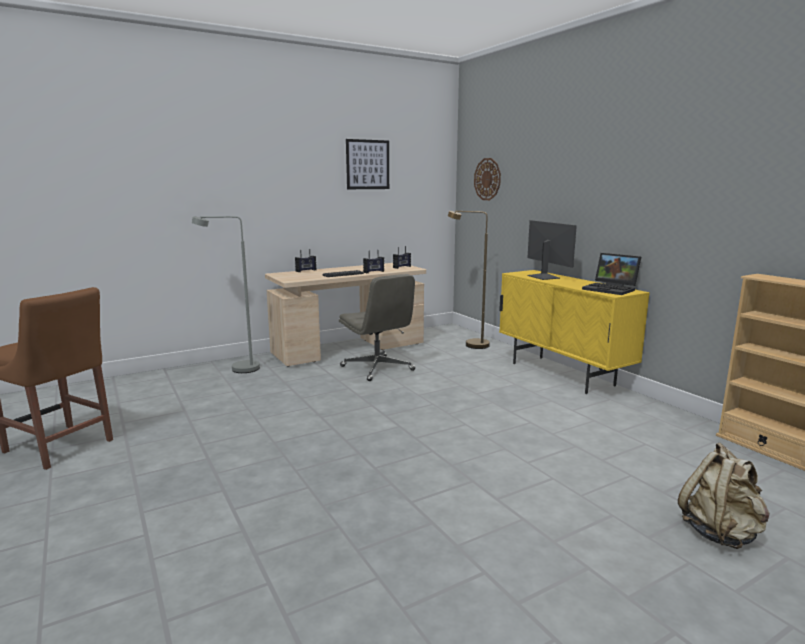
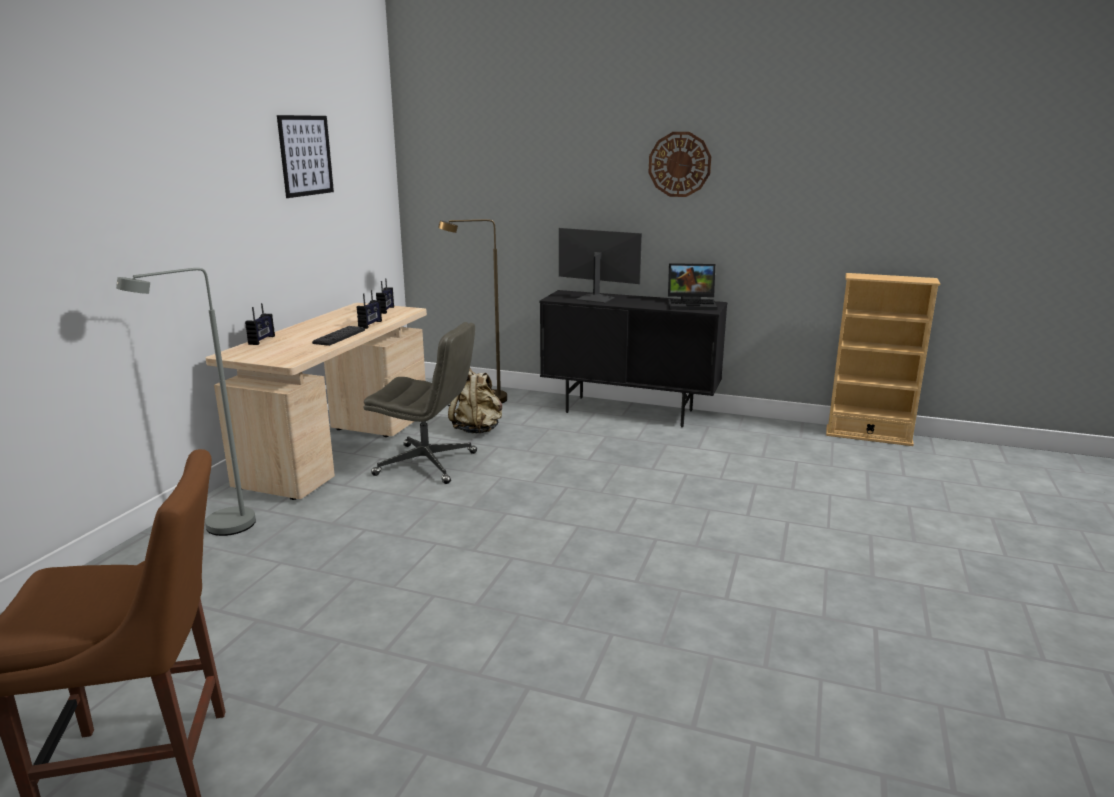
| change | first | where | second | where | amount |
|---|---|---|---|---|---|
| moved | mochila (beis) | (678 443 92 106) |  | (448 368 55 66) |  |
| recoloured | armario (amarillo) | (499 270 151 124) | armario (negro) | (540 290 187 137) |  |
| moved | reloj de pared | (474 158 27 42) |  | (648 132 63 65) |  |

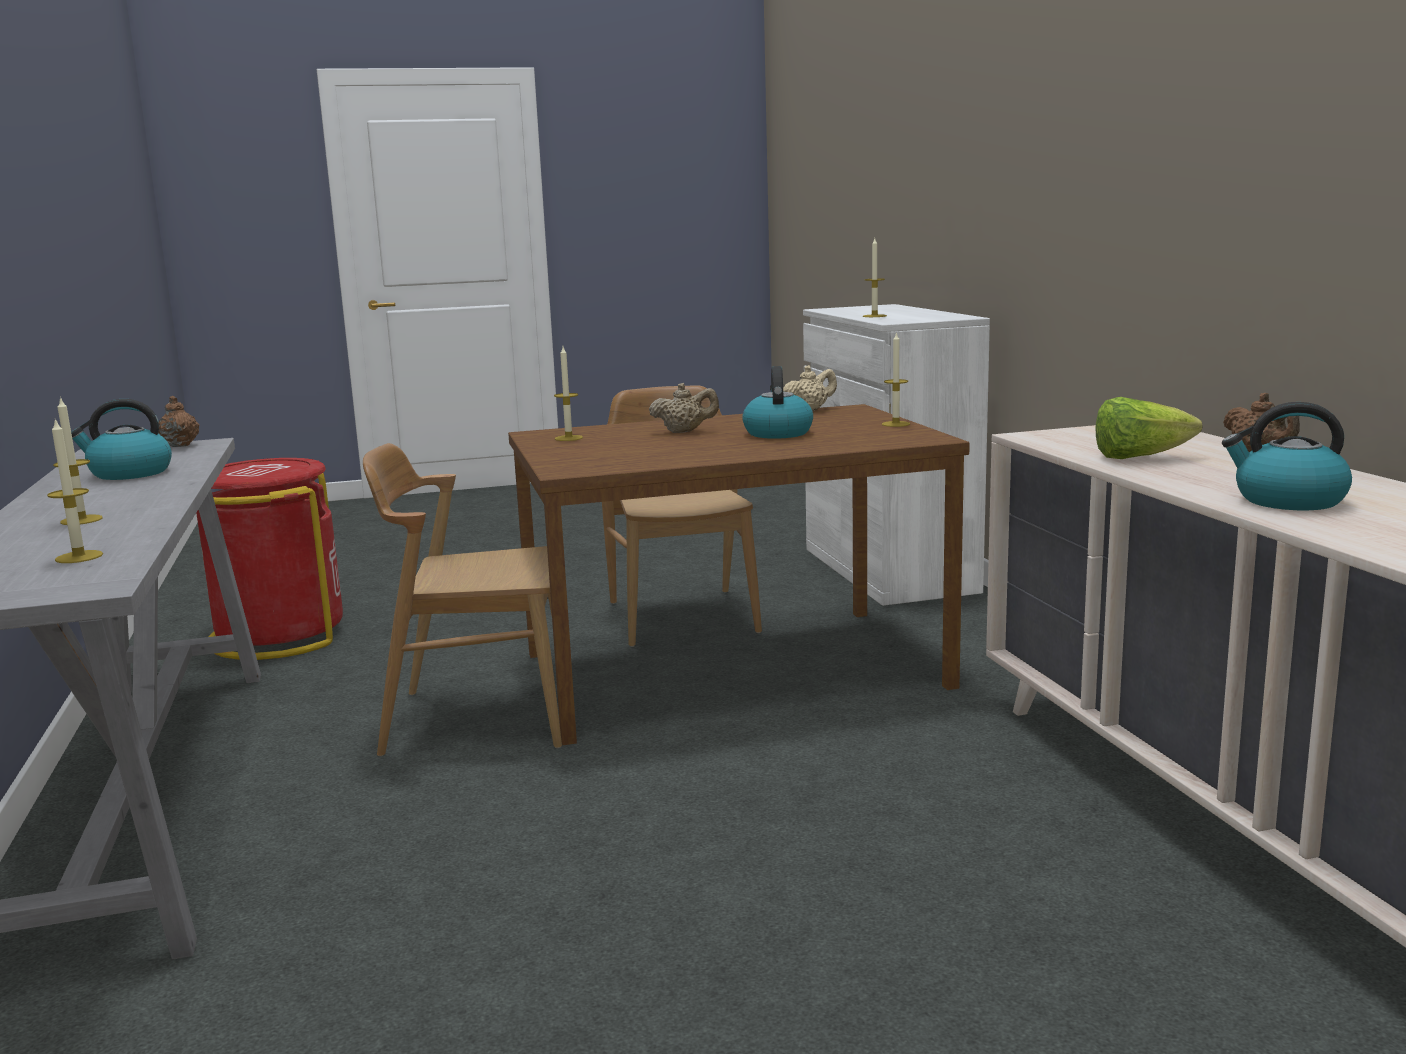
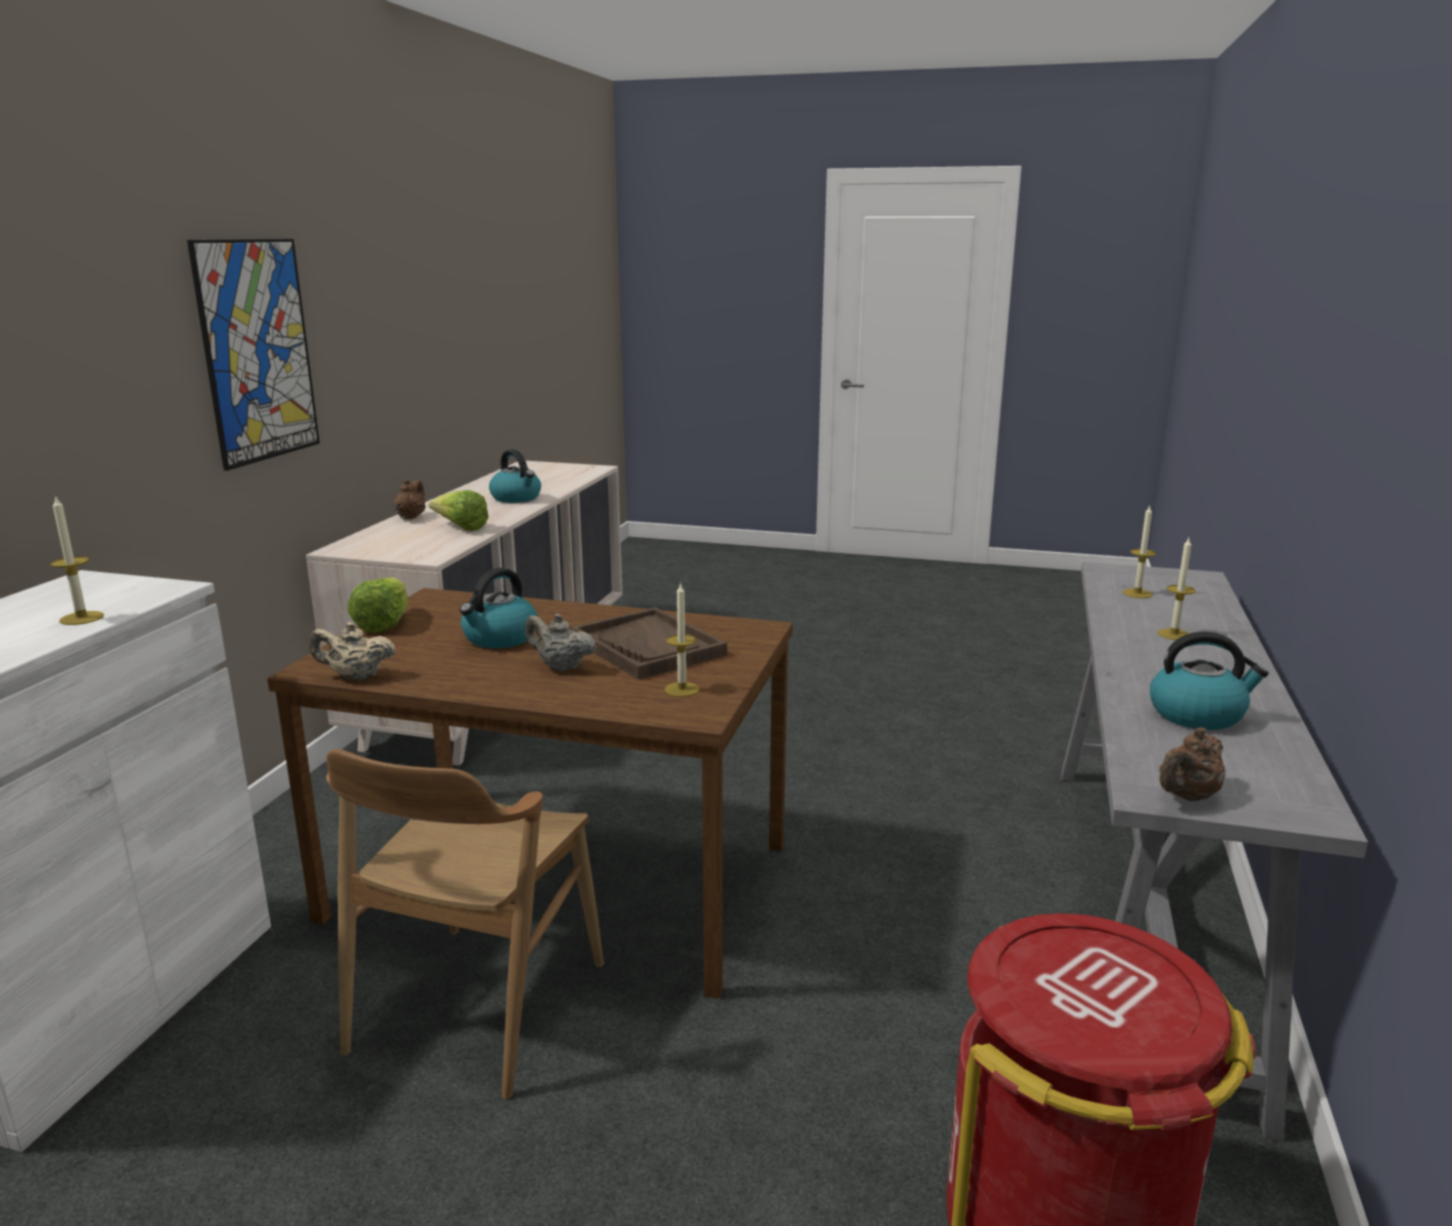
| change | first | where | second | where | amount |
|---|---|---|---|---|---|
| added |  |  | cuadro | (187 239 133 232) |  |
| replaced | vela | (882 332 28 95) | lechuga | (347 577 61 56) |  |
| added |  |  | bandeja (marrón) | (570 607 157 72) |  |
| turned | tetera (marrón) | (158 396 41 51) |  | (1159 727 66 74) | 45 degrees clockwise |
| removed | silla (marrón) | (363 443 199 313) |  |  |  |

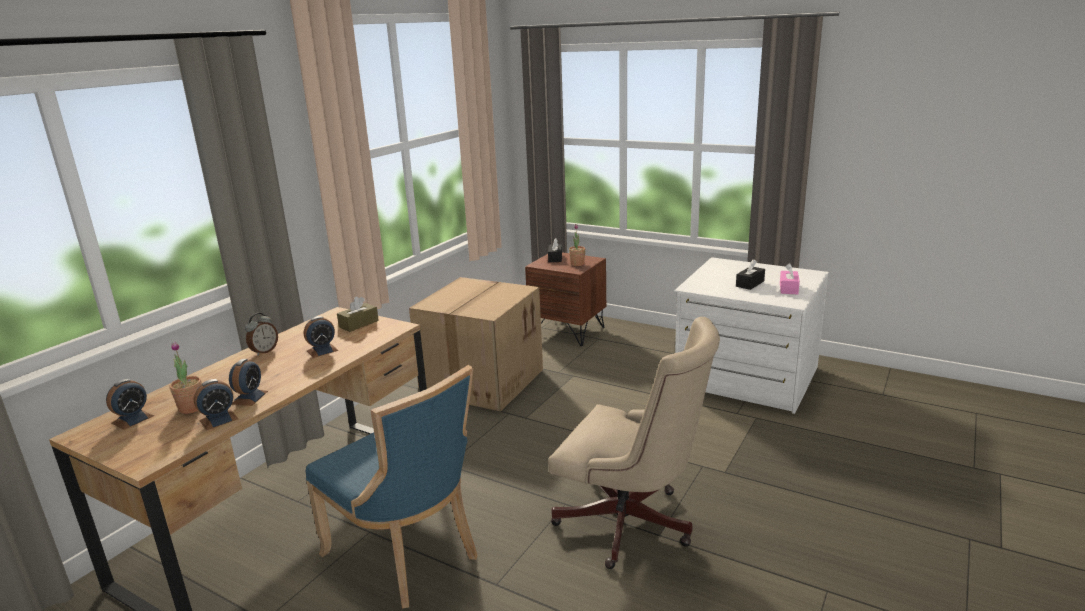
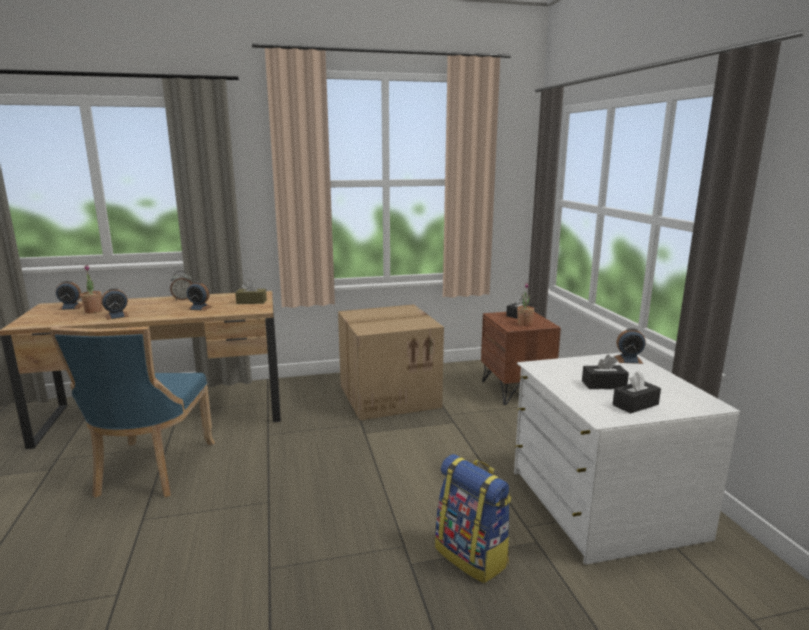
| change | first | where | second | where | amount |
|---|---|---|---|---|---|
| added |  |  | mochila | (435 454 77 129) |  |
| recoloured | caja de pañuelos (rosa) | (780 263 20 32) | caja de pañuelos (negro) | (613 371 48 43) |  |
| moved | despertador | (194 379 44 51) |  | (615 328 31 36) |  |
| removed | silla de oficina (beis) | (548 317 172 252) |  |  |  |

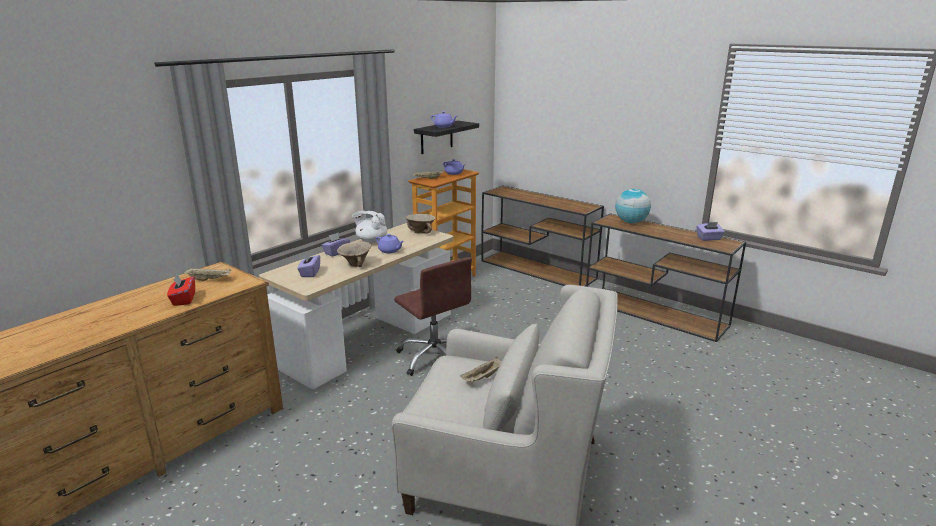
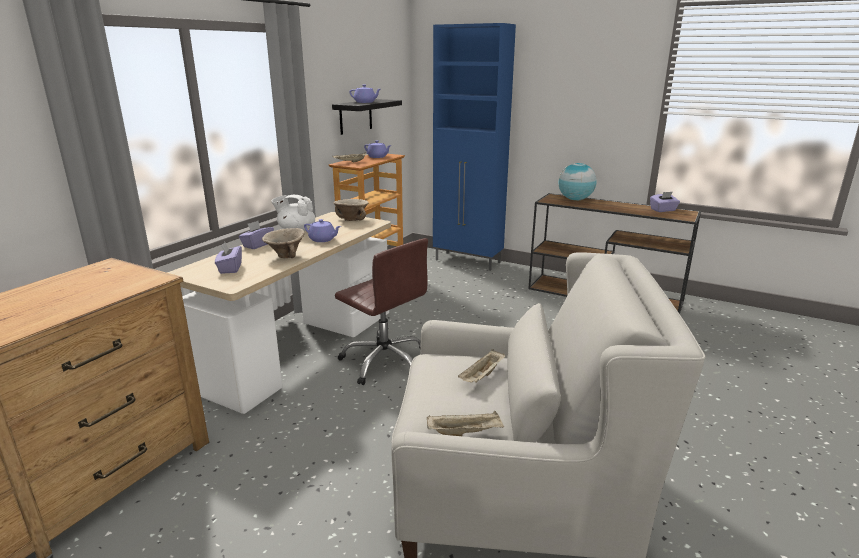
| change | first | where | second | where | amount |
|---|---|---|---|---|---|
| moved | bandeja (beis) | (183 268 48 13) |  | (427 411 77 25) |  |
| replaced | mesa consola (marrón) | (481 185 123 101) | armario (azul) | (433 23 83 248) |  |
| removed | caja de pañuelos (rojo) | (167 274 28 32) |  |  |  |

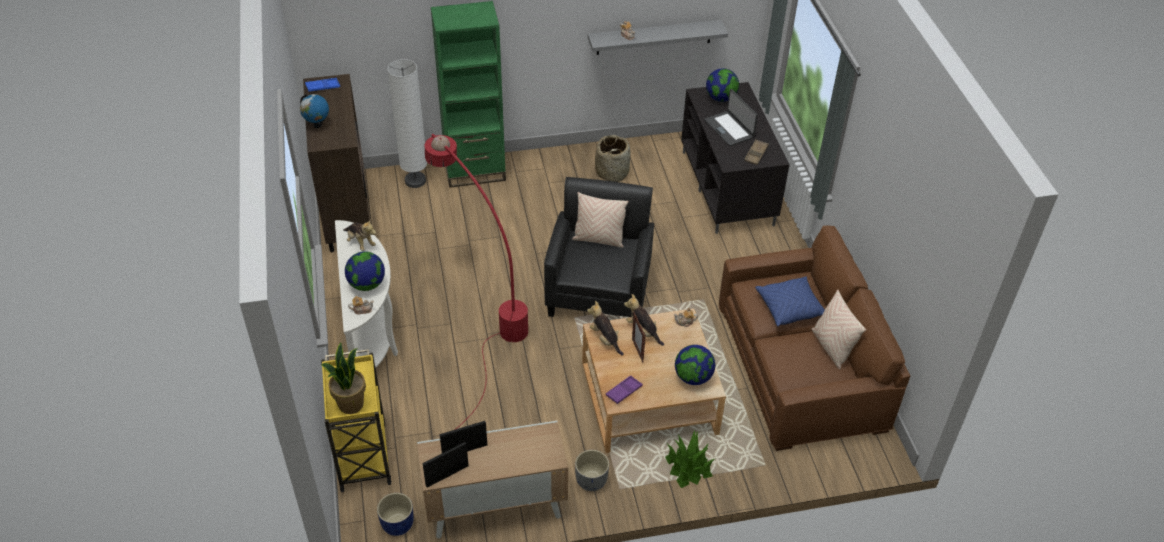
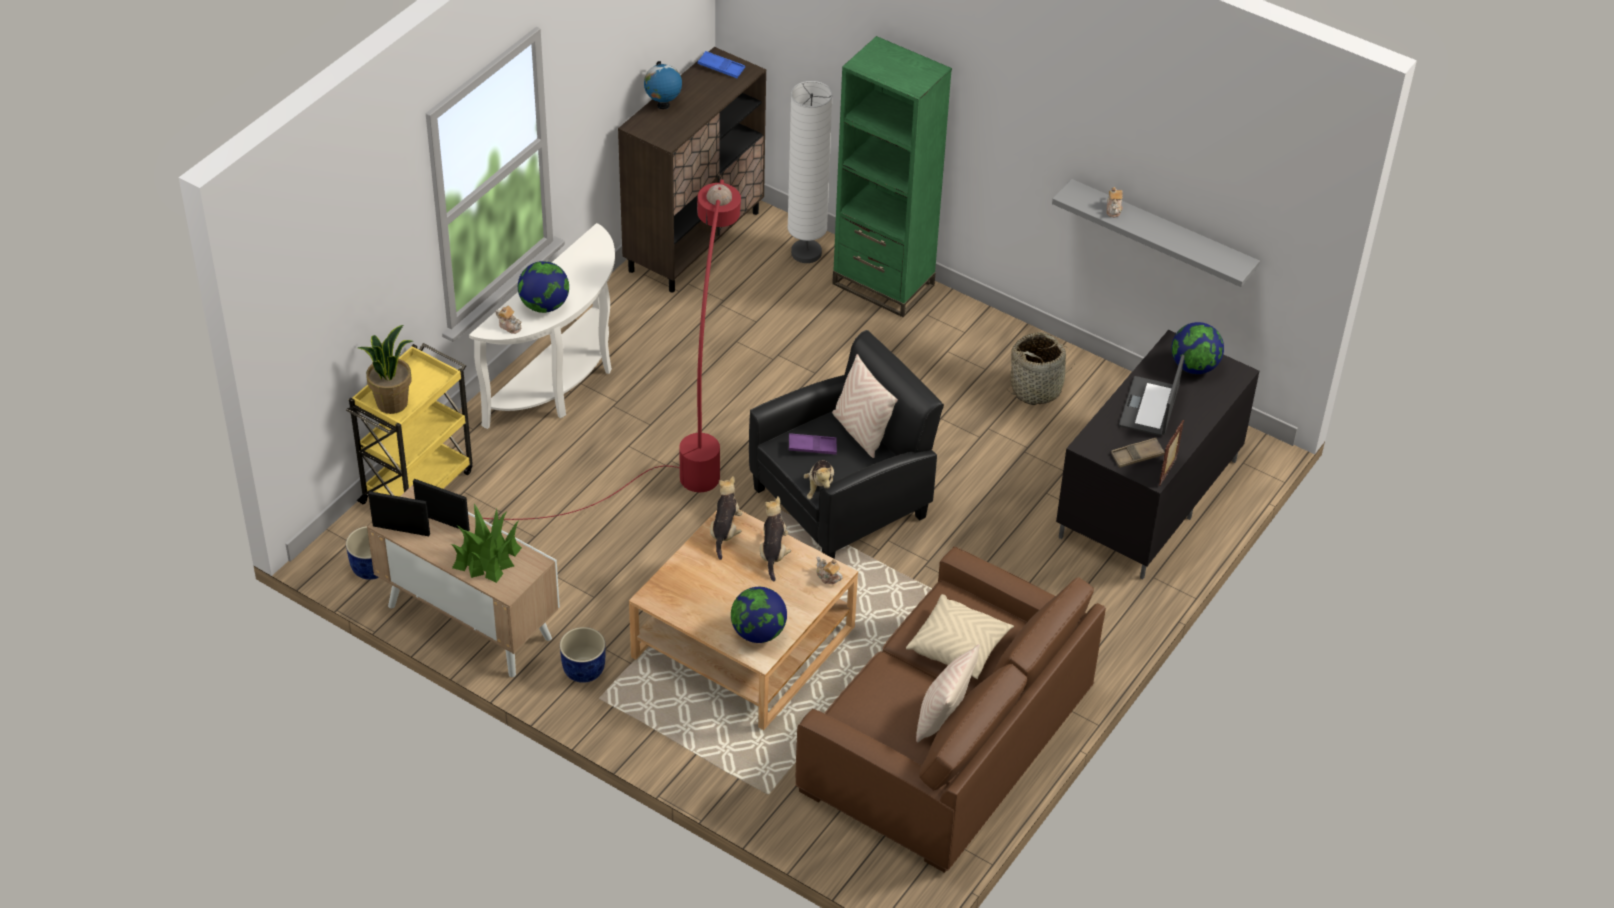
| change | first | where | second | where | amount |
|---|---|---|---|---|---|
| moved | planta en maceta | (665 430 49 58) |  | (451 504 71 79) |  |
| recoloured | maceta (gris) | (575 450 34 41) | maceta (azul) | (560 627 45 56) |  |
| moved | bandeja (morado) | (606 375 37 29) |  | (789 433 48 22) |  |
| moved | peluche | (343 220 33 31) |  | (804 460 30 40) |  |
| recoloured | cojín (azul) | (755 277 70 49) | cojín (beis) | (906 594 108 85) |  |
| moved | portarretratos | (632 313 14 49) |  | (1159 420 25 66) |  |

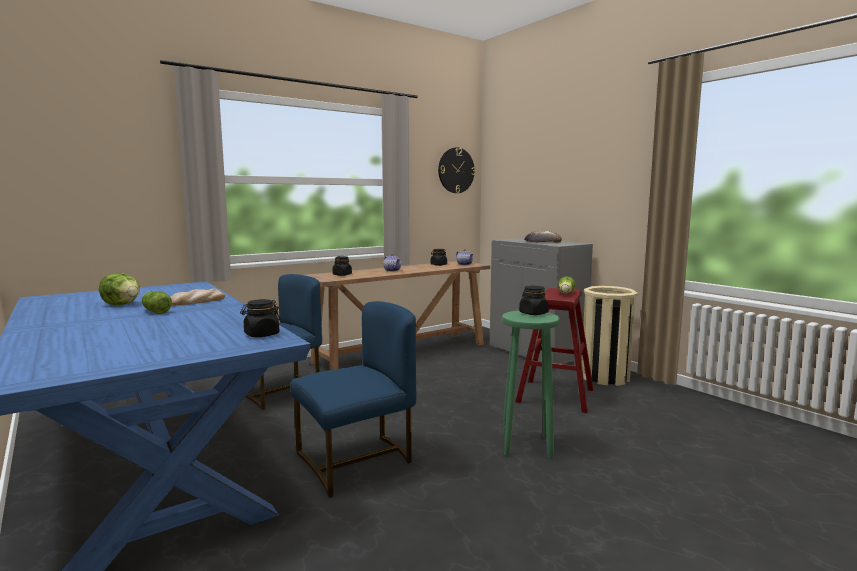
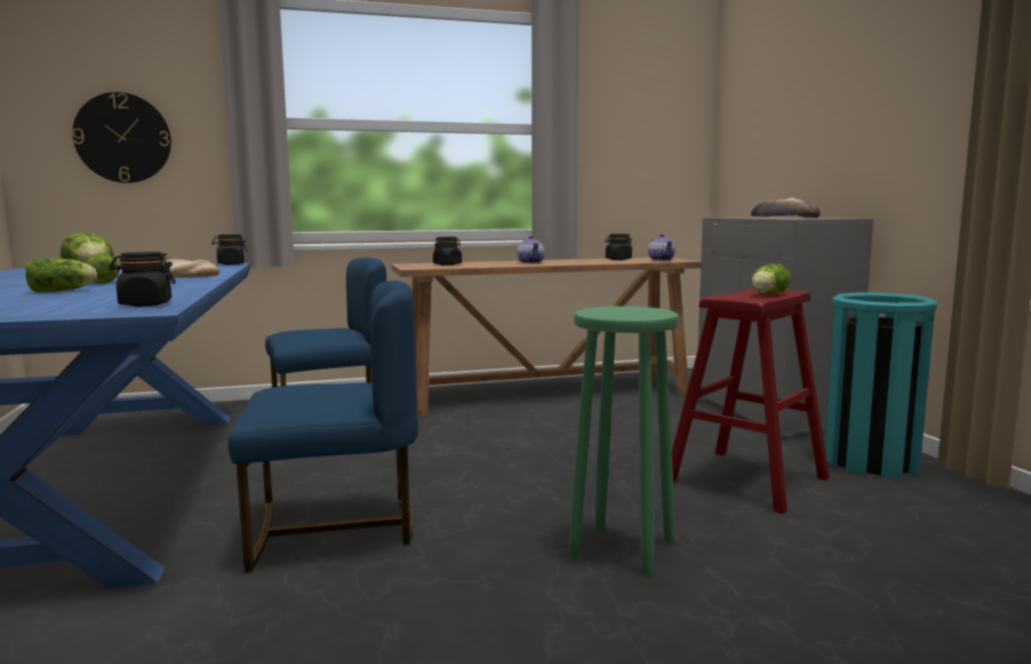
| change | first | where | second | where | amount |
|---|---|---|---|---|---|
| added |  |  | lechuga | (26 258 71 34) |  |
| moved | reloj de pared | (438 147 37 46) |  | (72 92 99 91) |  |
| moved | tarro (negro) | (519 286 29 29) |  | (212 234 36 31) |  |
| recoloured | papelera (beis) | (582 286 56 100) | papelera (turquesa) | (825 292 112 186) |  |

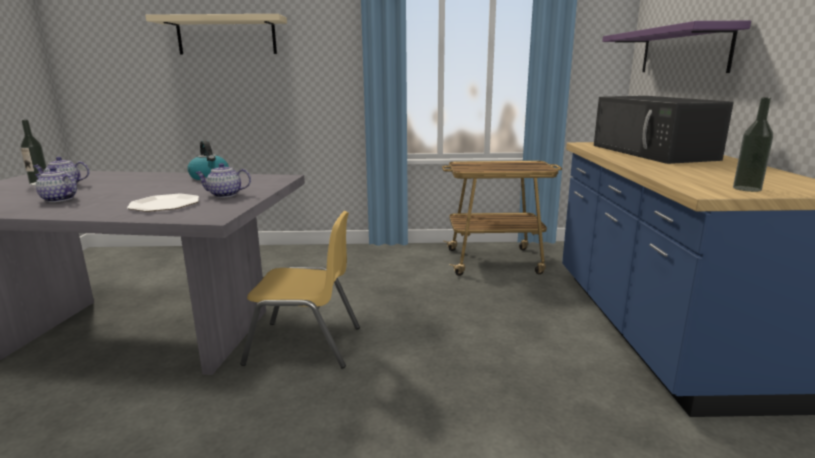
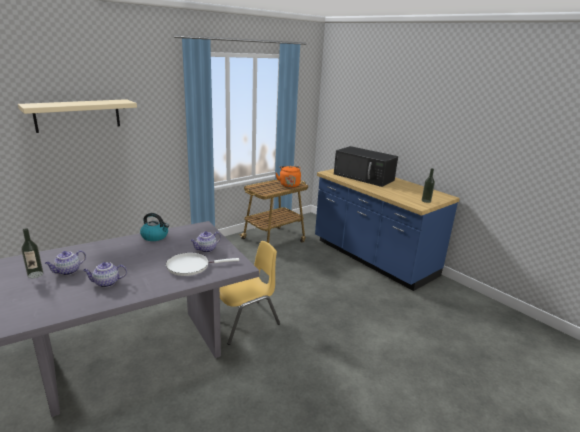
| change | first | where | second | where | amount |
|---|---|---|---|---|---|
| replaced | plato | (127 194 72 18) | sartén (blanco) | (166 253 73 23) |  |
| added |  |  | hervidor (naranja) | (276 166 25 22) |  |
| removed | estante (morado) | (602 20 149 53) |  |  |  |

